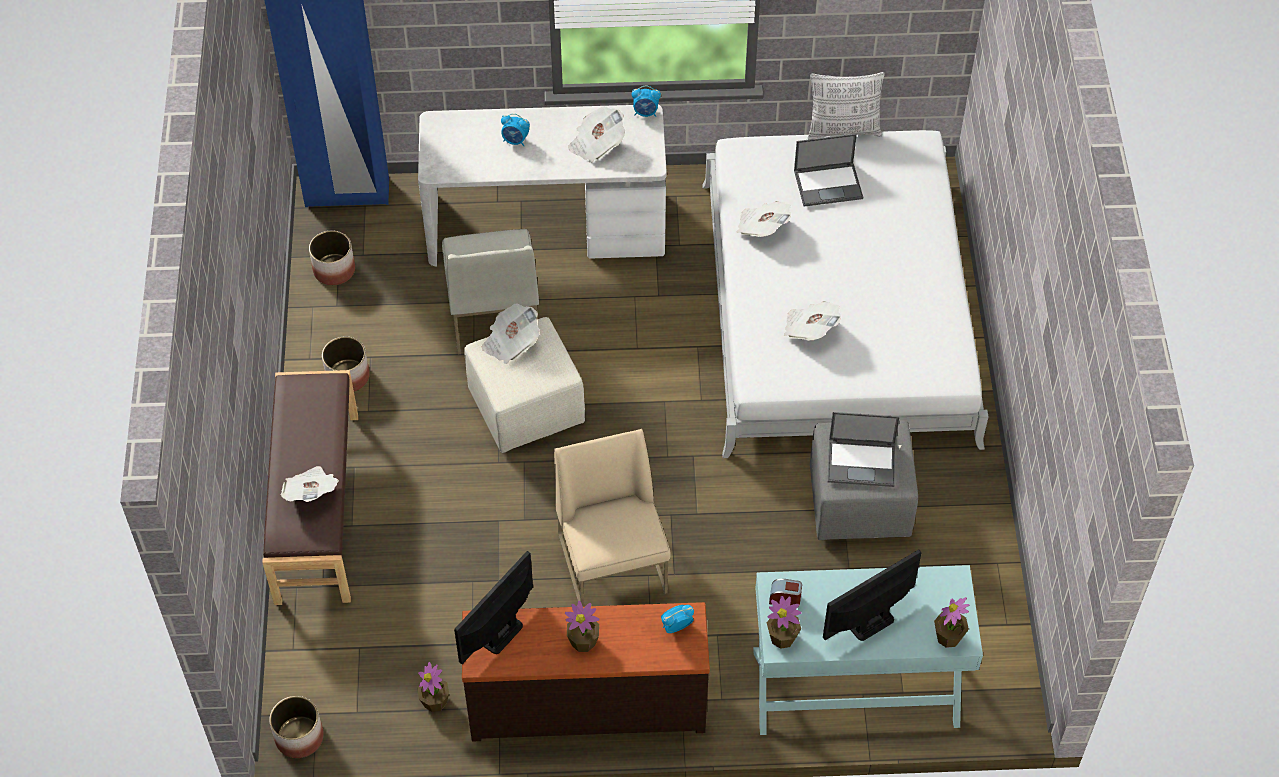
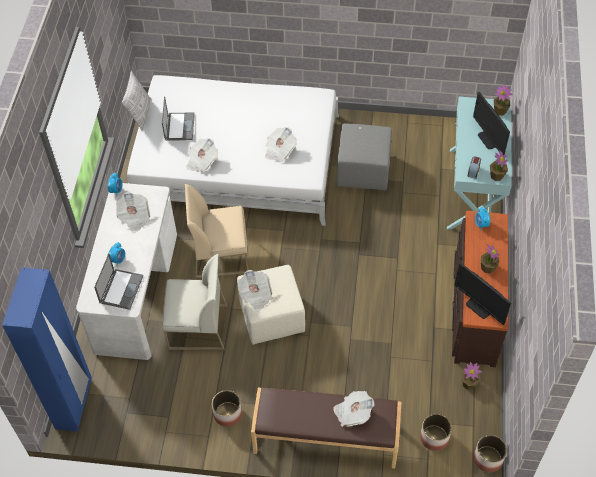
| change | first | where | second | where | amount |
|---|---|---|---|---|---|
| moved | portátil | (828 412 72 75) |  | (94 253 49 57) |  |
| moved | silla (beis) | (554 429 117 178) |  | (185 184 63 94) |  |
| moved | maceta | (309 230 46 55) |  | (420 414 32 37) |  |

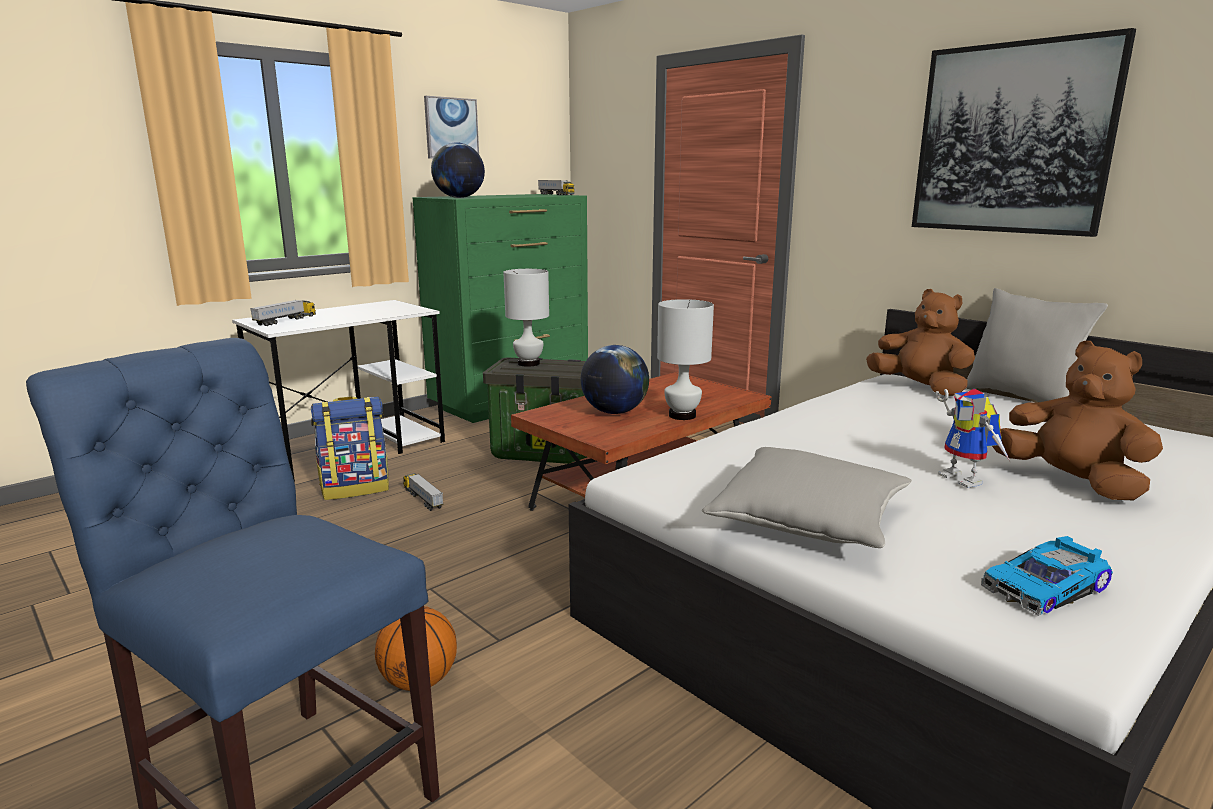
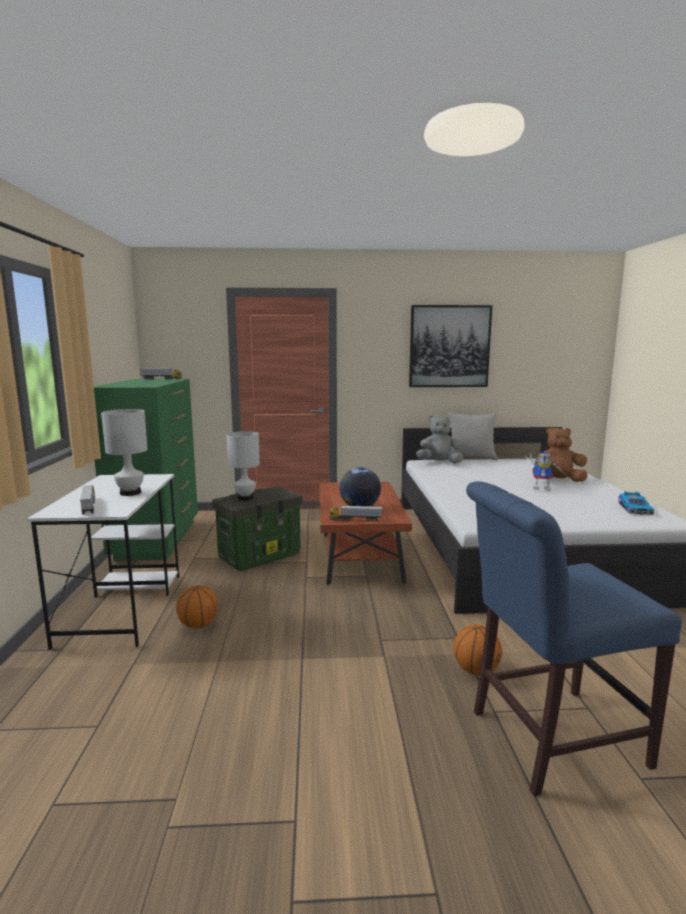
| change | first | where | second | where | amount |
|---|---|---|---|---|---|
| moved | lámpara de mesa (blanco) | (657 299 57 121) |  | (101 409 46 87) |  |
| replaced | mochila | (311 396 78 104) | balón de baloncesto | (176 585 42 44) |  |
| moved | camión de juguete | (403 473 41 38) |  | (330 505 52 16) |  |
| recoloured | peluche (marrón) | (866 289 109 107) | peluche (gris) | (416 416 48 47) |  |
| removed | cuadro | (424 96 55 63) |  |  |  |
| removed | globo terráqueo | (431 142 54 56) |  |  |  |
| removed | cojín (gris) | (702 447 210 101) |  |  |  |

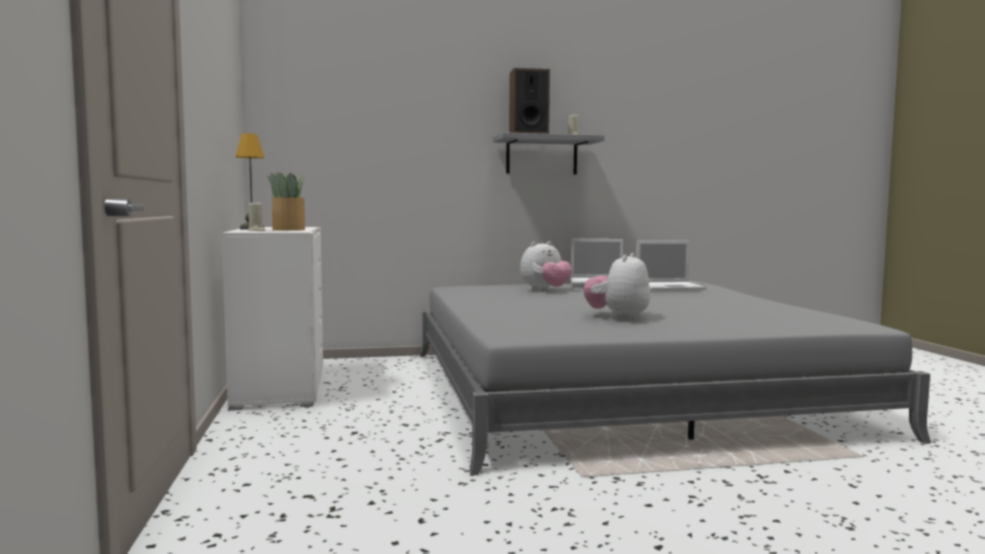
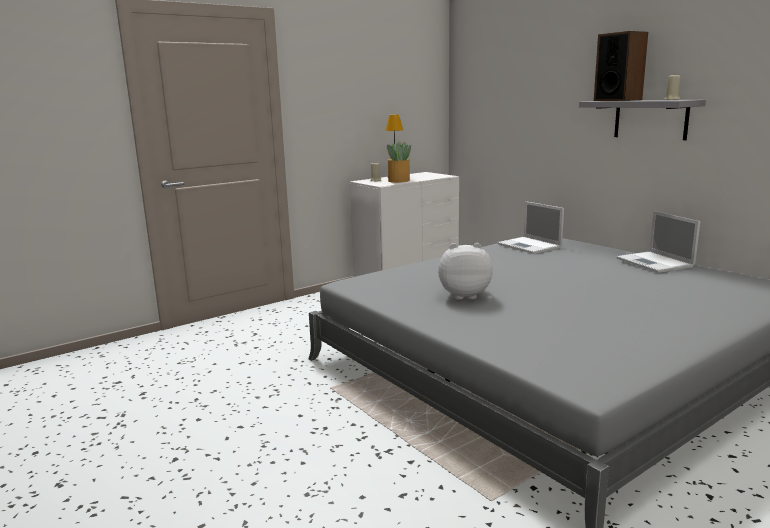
| change | first | where | second | where | amount |
|---|---|---|---|---|---|
| moved | portátil | (636 241 70 49) |  | (497 201 67 53) |  |
| removed | peluche | (520 241 52 50) |  |  |  |

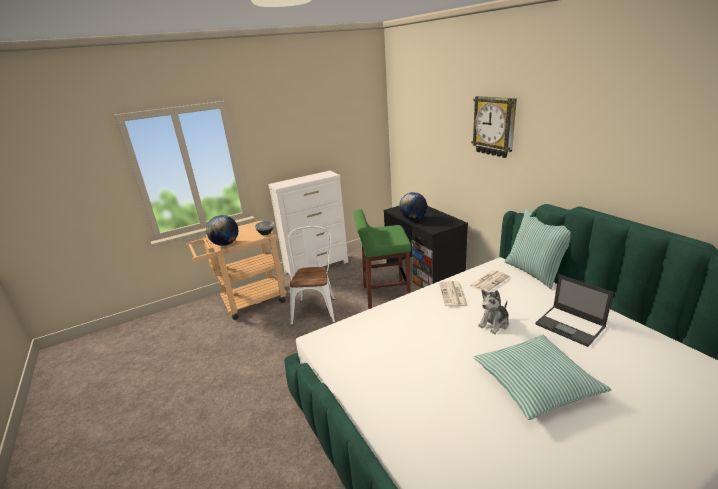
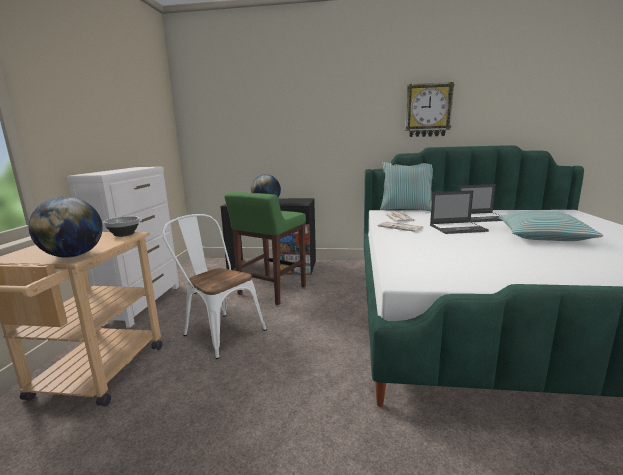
| change | first | where | second | where | amount |
|---|---|---|---|---|---|
| moved | reloj de pared | (472 96 45 62) |  | (405 82 50 55) |  |
| replaced | peluche | (478 289 31 45) | portátil | (430 190 59 44) |  |

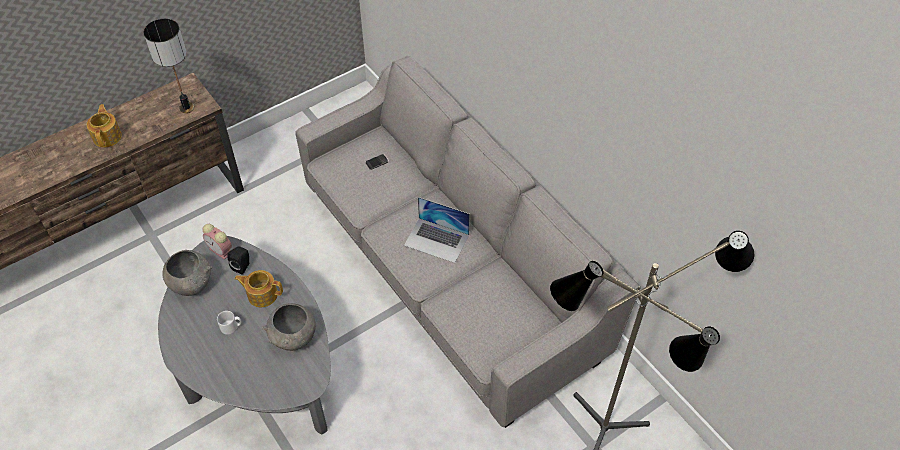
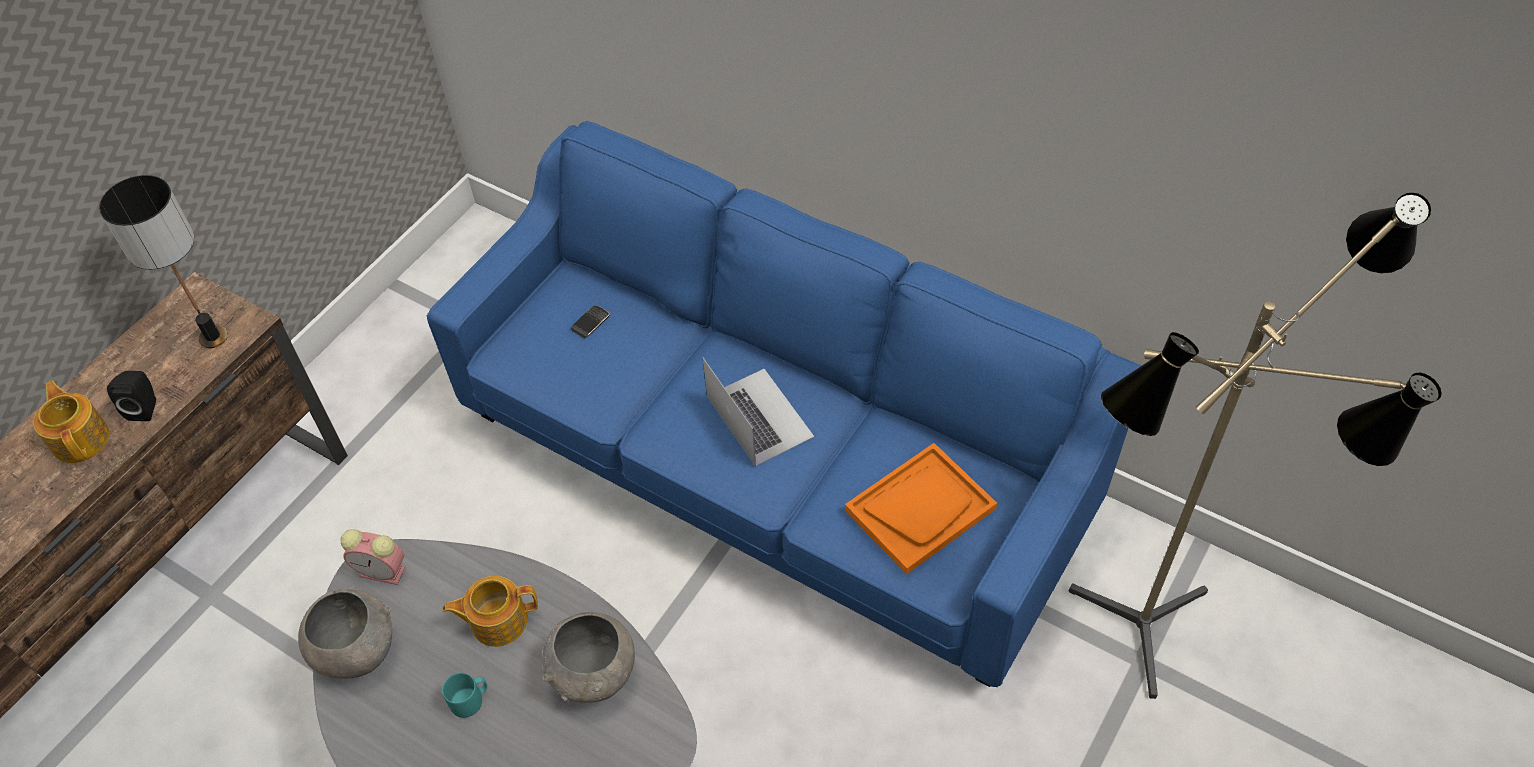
| change | first | where | second | where | amount |
|---|---|---|---|---|---|
| moved | altavoz (negro) | (227 246 22 29) |  | (107 371 49 50) |  |
| recoloured | sofá (gris) | (296 56 345 372) | sofá (azul) | (427 121 714 566) |  |
| recoloured | taza grande (blanco) | (217 311 24 24) | taza grande (turquesa) | (442 673 45 45) |  |
| turned | portátil | (404 197 66 66) |  | (702 357 112 109) | 120 degrees counterclockwise |
| added |  |  | bandeja (naranja) | (845 443 152 132) |  |

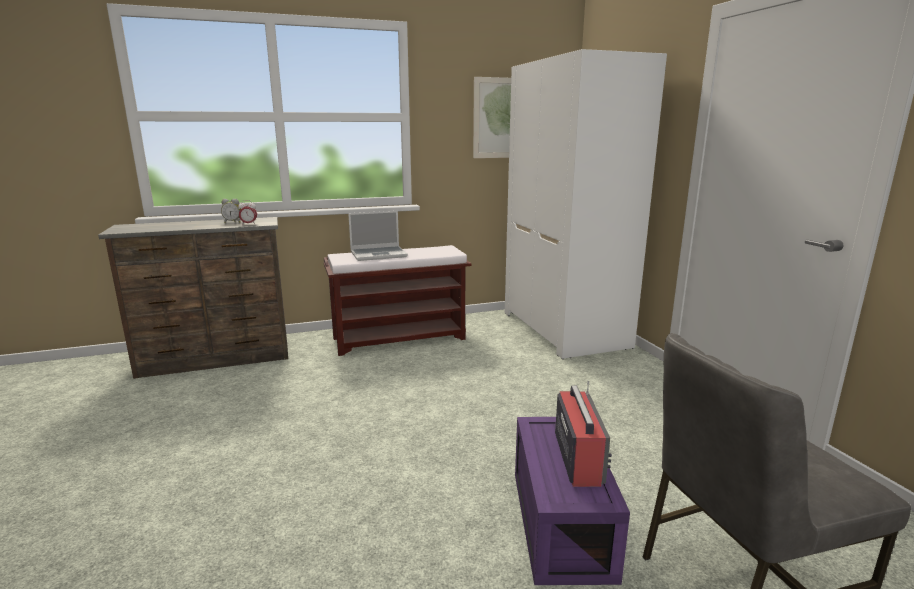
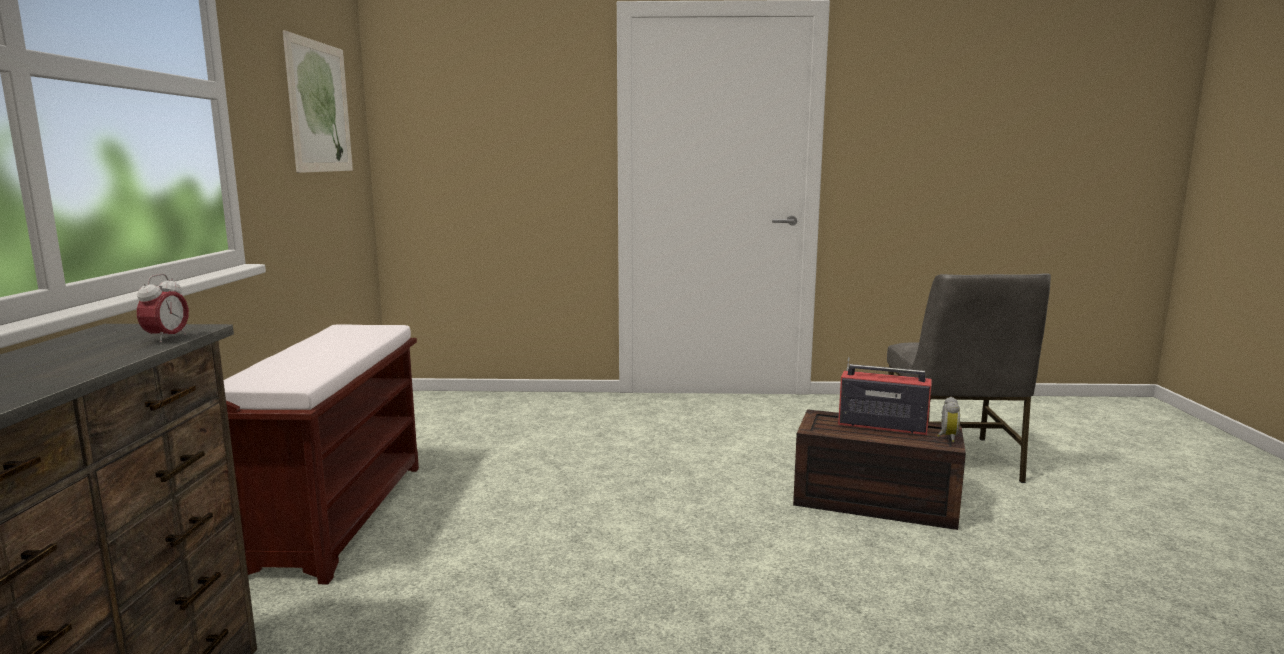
| change | first | where | second | where | amount |
|---|---|---|---|---|---|
| recoloured | caja de almacenaje (morado) | (515 417 115 168) | caja de almacenaje (marrón) | (793 409 173 121) |  |
| moved | despertador | (221 199 20 24) |  | (937 397 23 45) |  |
| removed | portátil | (348 211 60 50) |  |  |  |
| removed | armario ropero (blanco) | (505 49 162 310) |  |  |  |

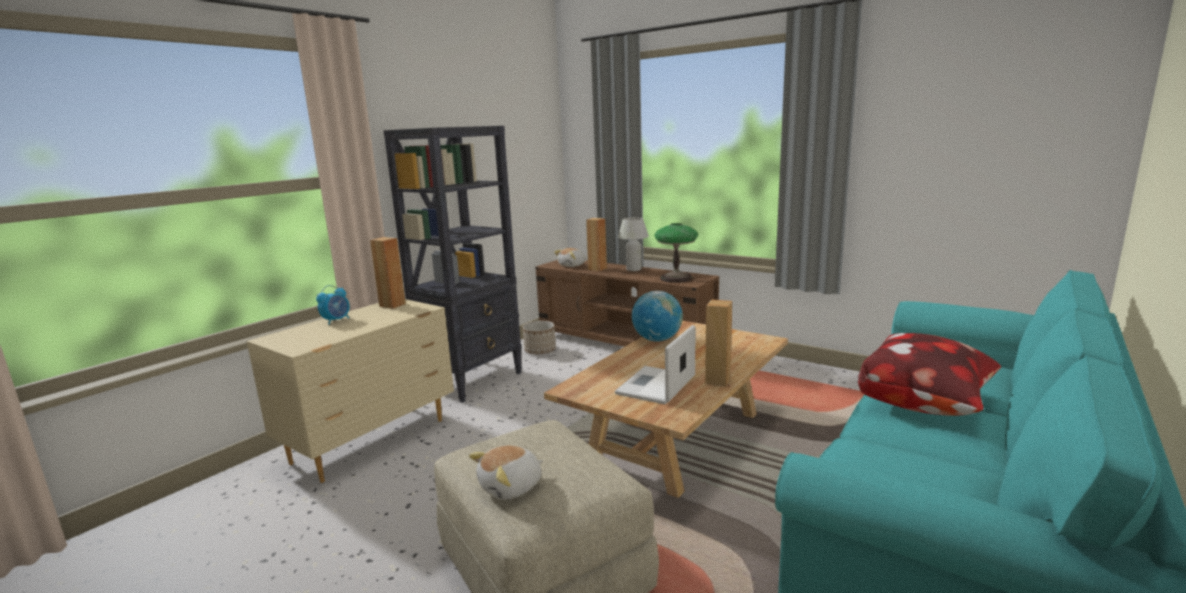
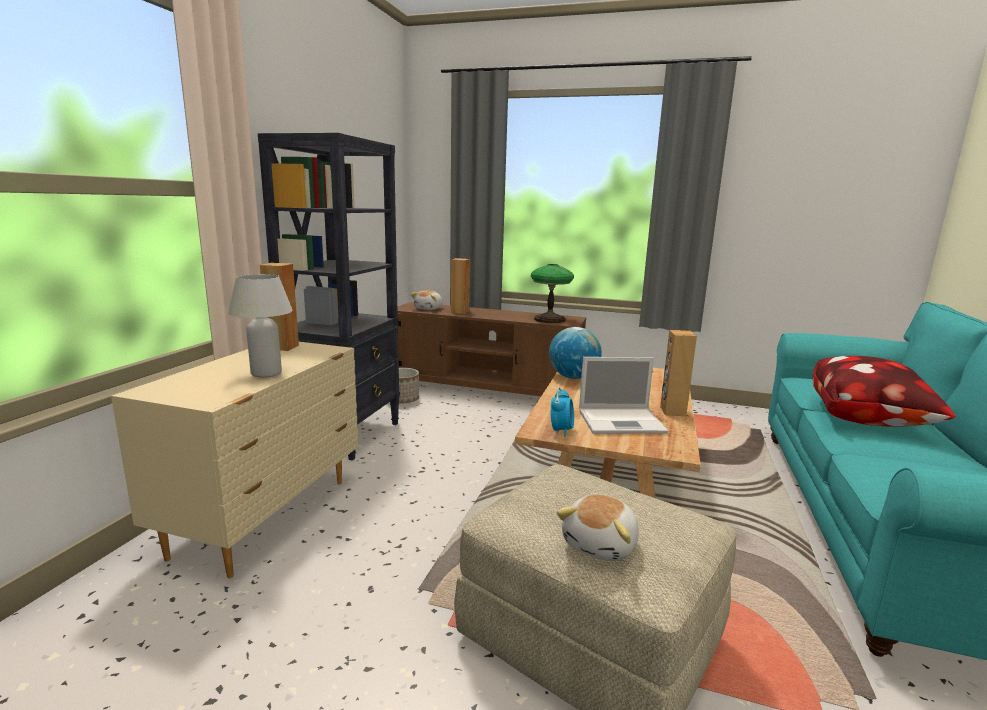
| change | first | where | second | where | amount |
|---|---|---|---|---|---|
| moved | lámpara de mesa (blanco) | (618 217 31 54) |  | (228 274 65 104) |  |
| moved | despertador | (316 285 34 40) |  | (551 388 23 49) |  |
| turned | portátil | (615 325 81 80) |  | (579 357 89 77) | 105 degrees counterclockwise |

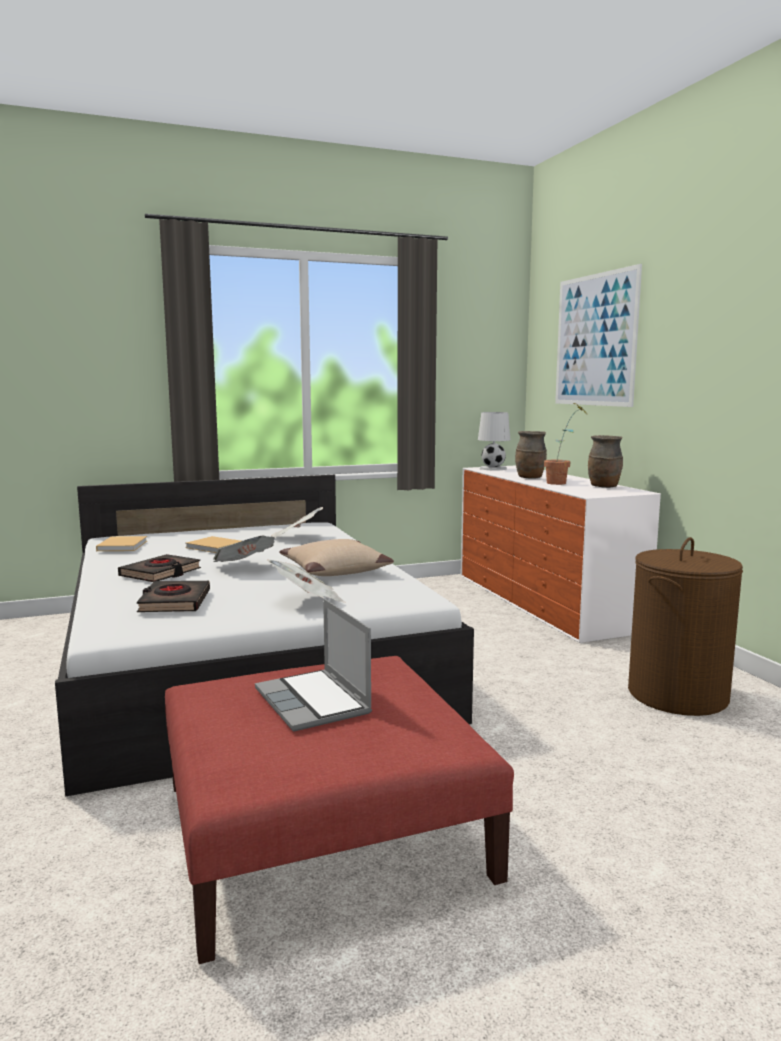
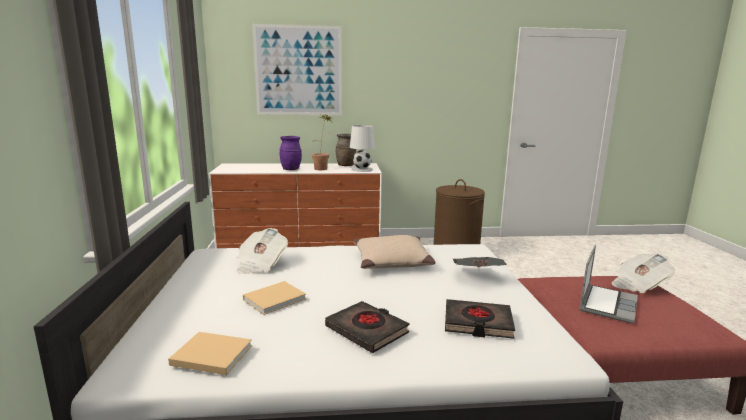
| change | first | where | second | where | amount |
|---|---|---|---|---|---|
| recoloured | florero (marrón) | (515 431 32 48) | florero (morado) | (279 136 23 34) |  |
| moved | lámpara de mesa (blanco) | (478 412 32 58) |  | (350 125 25 47) |  |
| turned | portátil | (255 599 117 133) |  | (579 244 59 80) | 45 degrees counterclockwise |
| moved | periódico | (213 536 62 26) |  | (611 254 64 39) |  |

